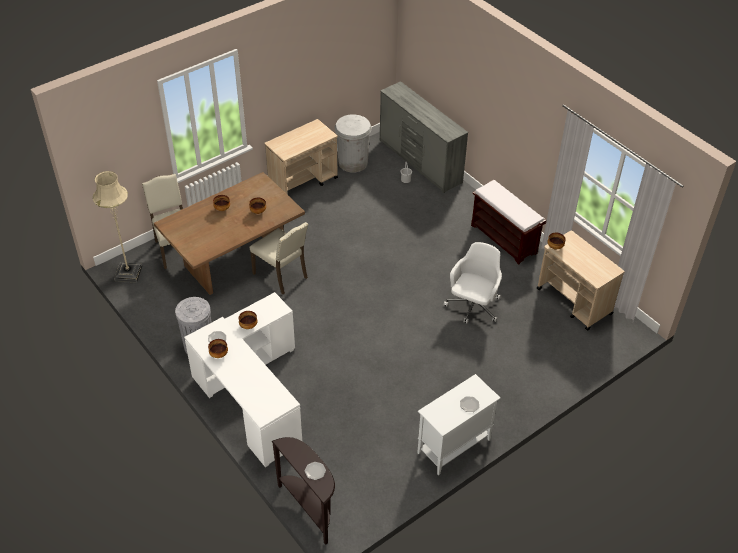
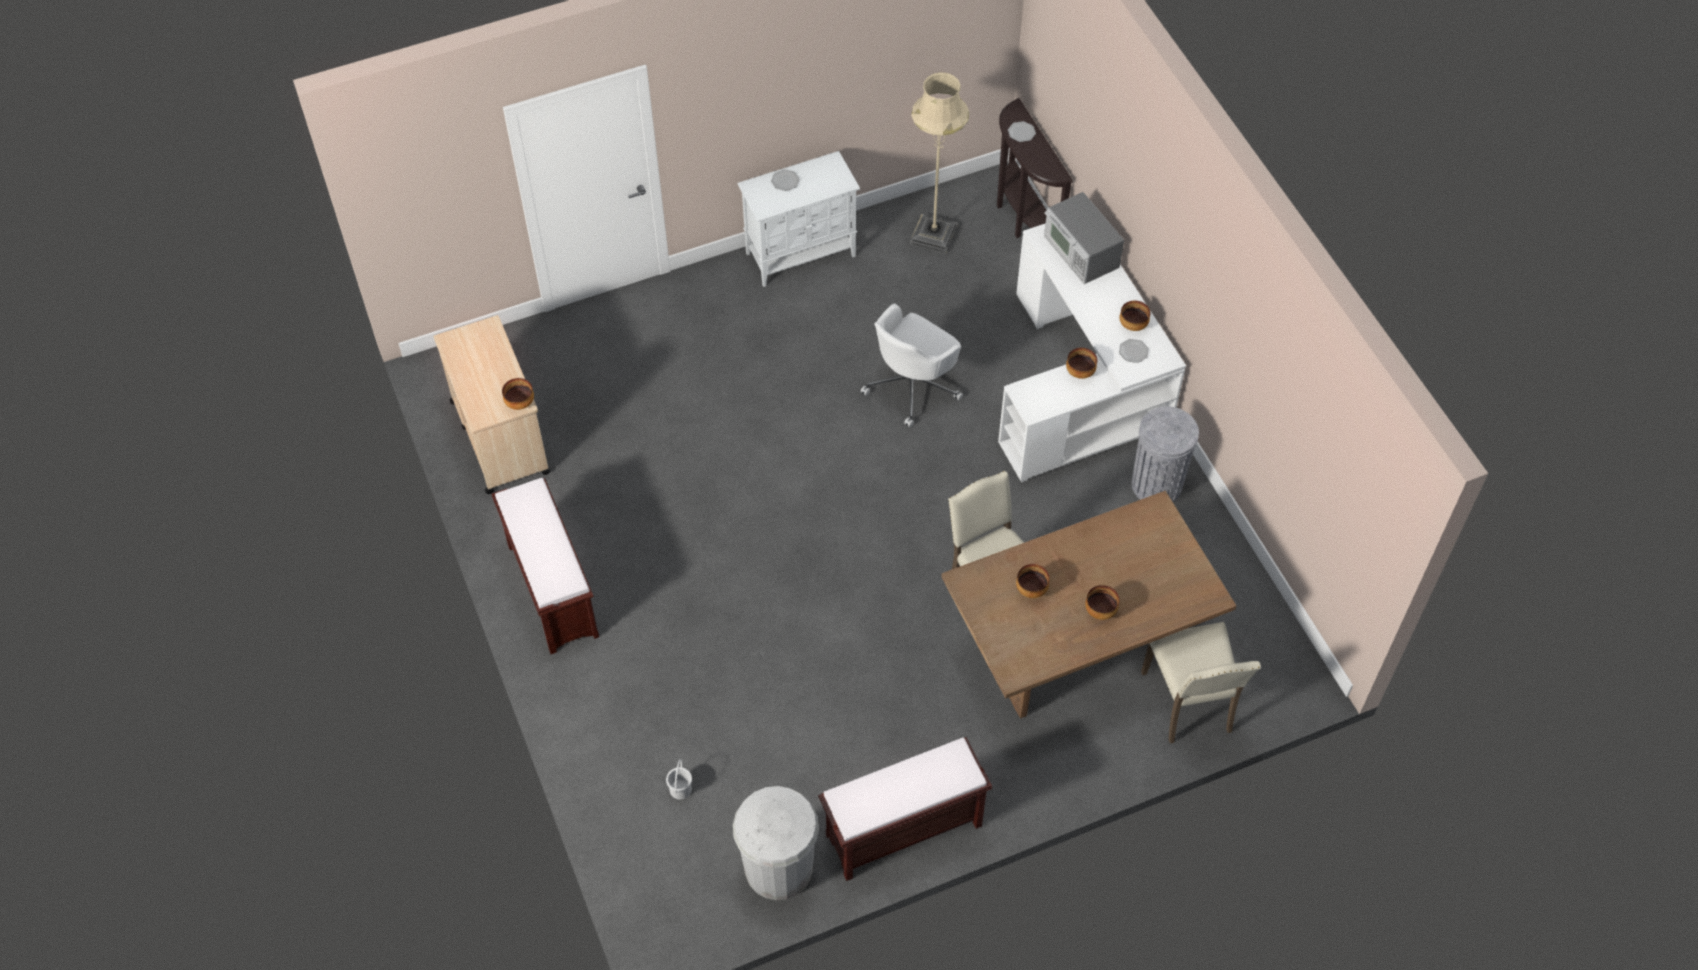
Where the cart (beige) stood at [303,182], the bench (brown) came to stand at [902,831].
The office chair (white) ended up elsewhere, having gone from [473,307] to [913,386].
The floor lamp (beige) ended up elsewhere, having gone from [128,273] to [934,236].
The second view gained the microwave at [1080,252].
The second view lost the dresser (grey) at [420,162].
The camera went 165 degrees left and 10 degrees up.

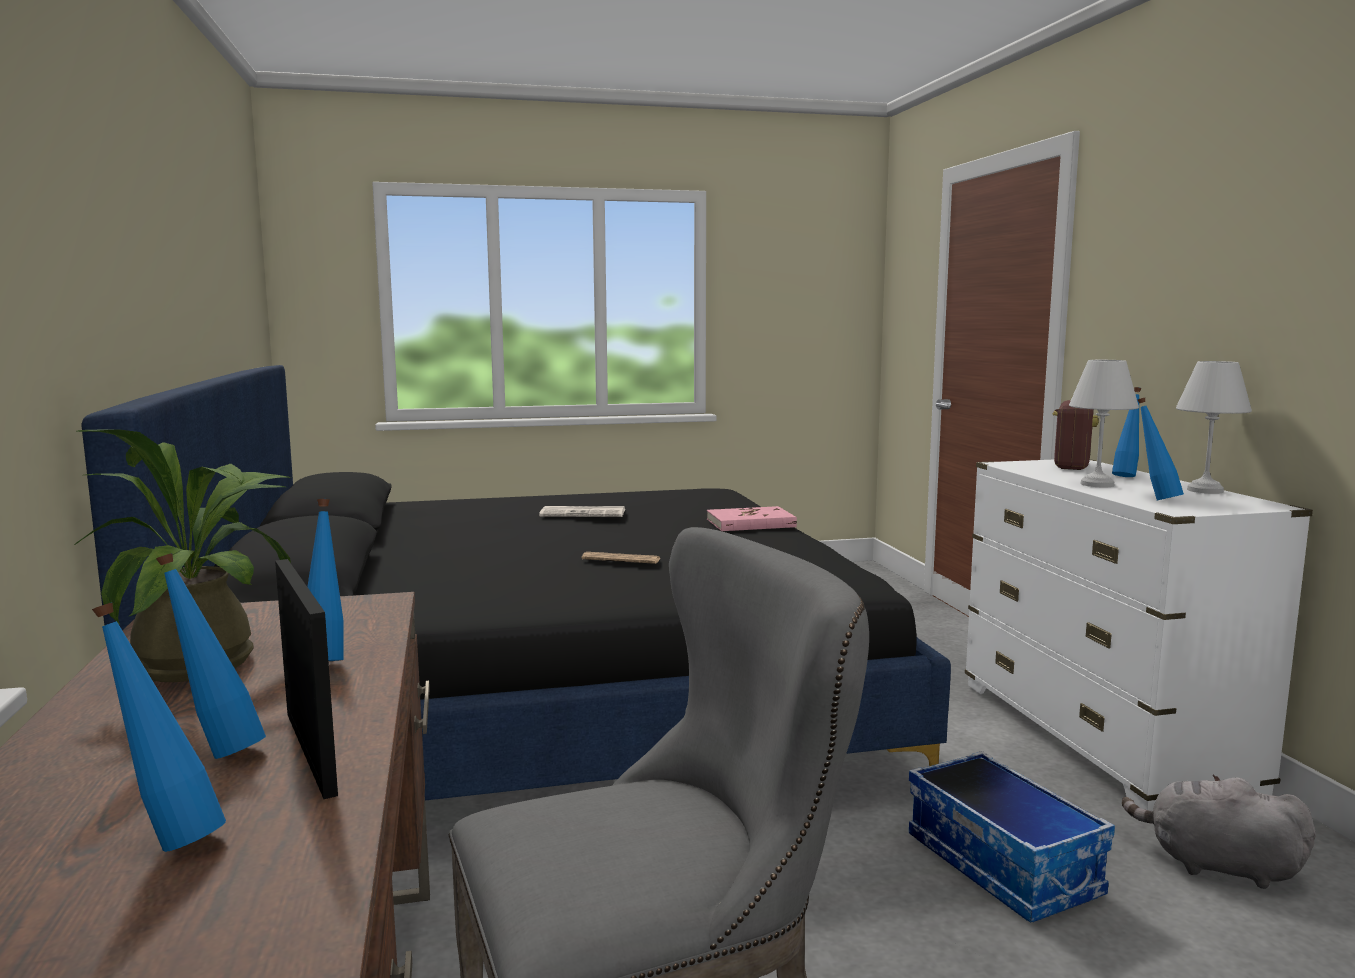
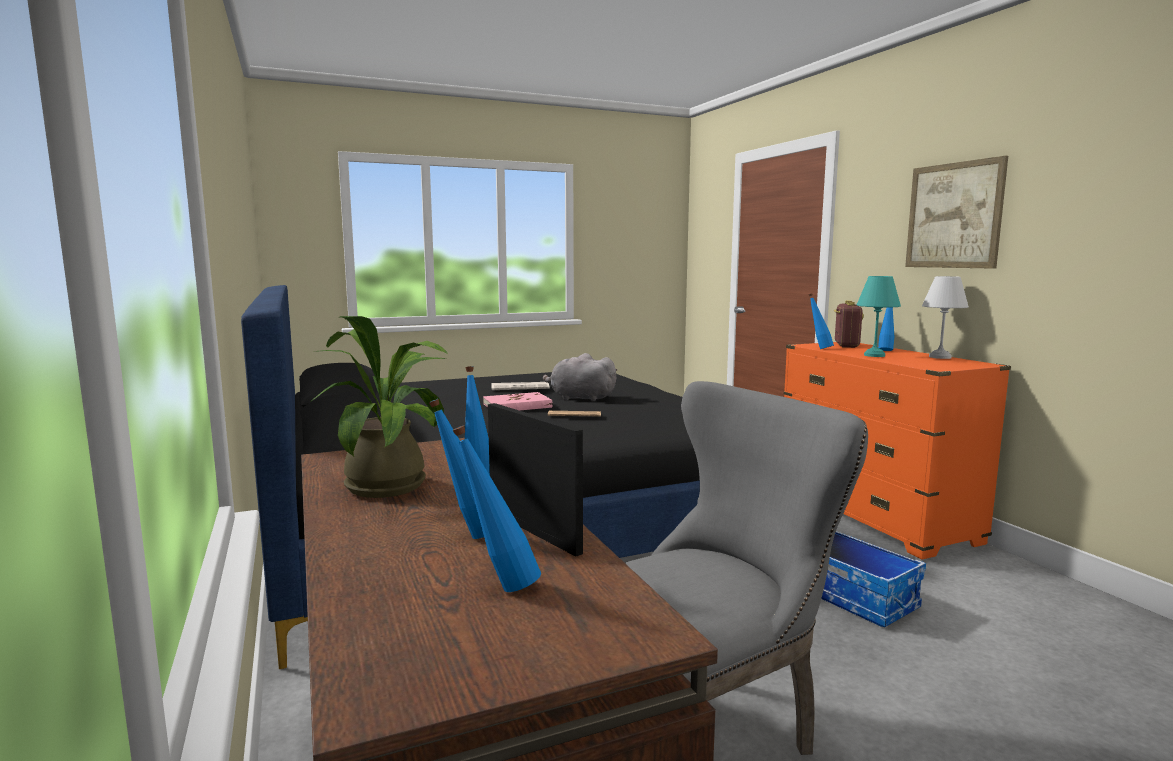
The book (pink) ended up elsewhere, having gone from [751,523] to [517,406].
The plush toy (grey) ended up elsewhere, having gone from [1216,866] to [579,398].
What was the dresser (white) at [1100,736] turned into the dresser (orange) at [873,517].
The bottle (blue) ended up elsewhere, having gone from [1155,499] to [819,349].
What was the table lamp (white) at [1098,485] turned into the table lamp (turquoise) at [875,355].
The second view gained the picture at [954,215].
The camera went 10 degrees left and 0 degrees up.

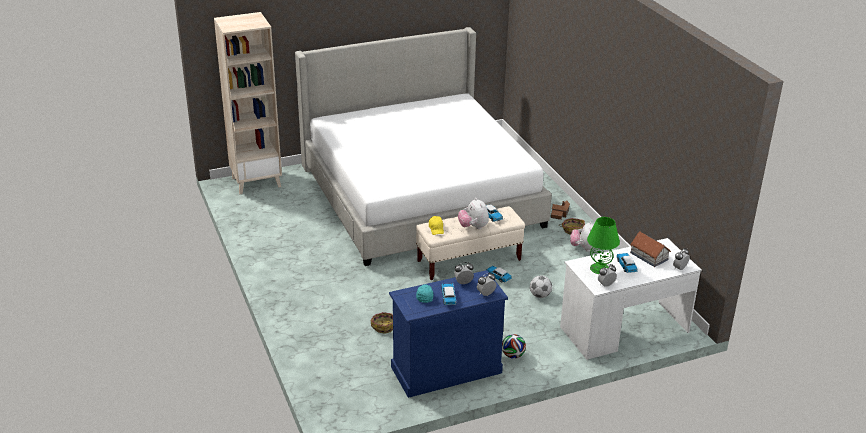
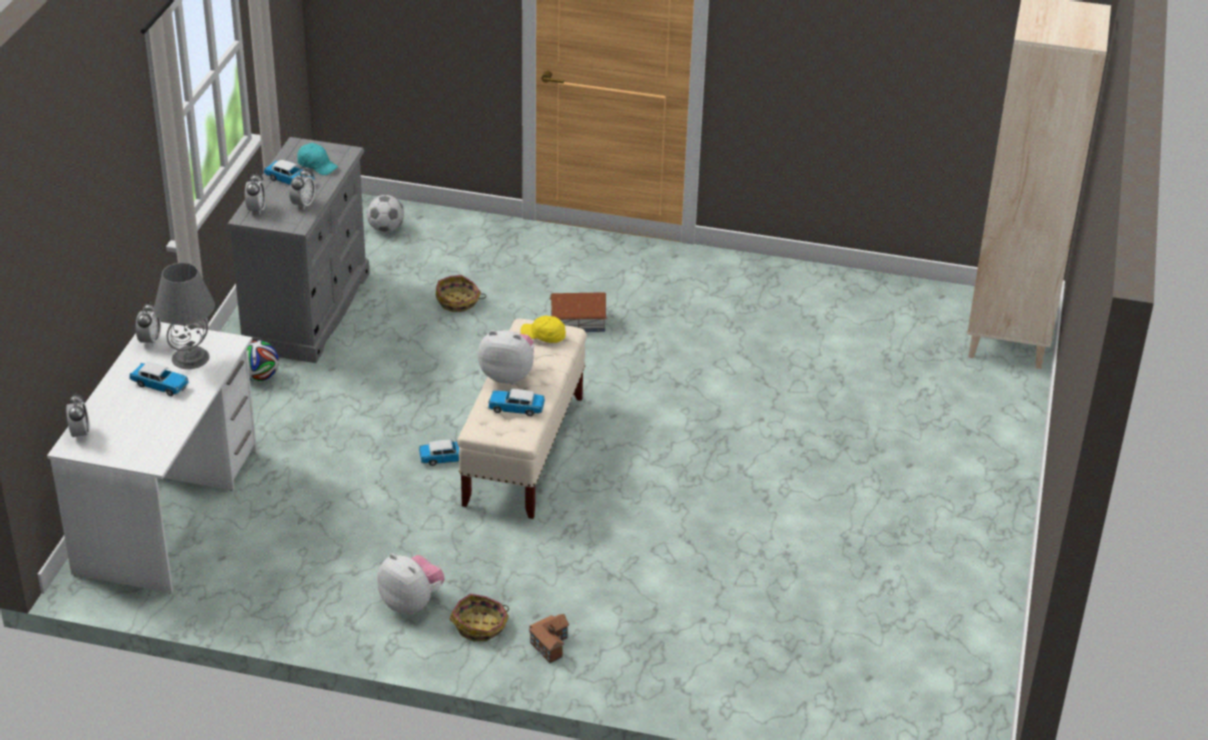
What was the table lamp (green) at [600,268] turned into the table lamp (grey) at [190,358].
What was the dresser (blue) at [446,370] turned into the dresser (grey) at [307,311].
The football ended up elsewhere, having gone from [540,295] to [386,229].
The toy house ended up elsewhere, having gone from [649,256] to [578,322].
The second view lost the bed at [420,195].
The camera went 125 degrees right and 5 degrees up.

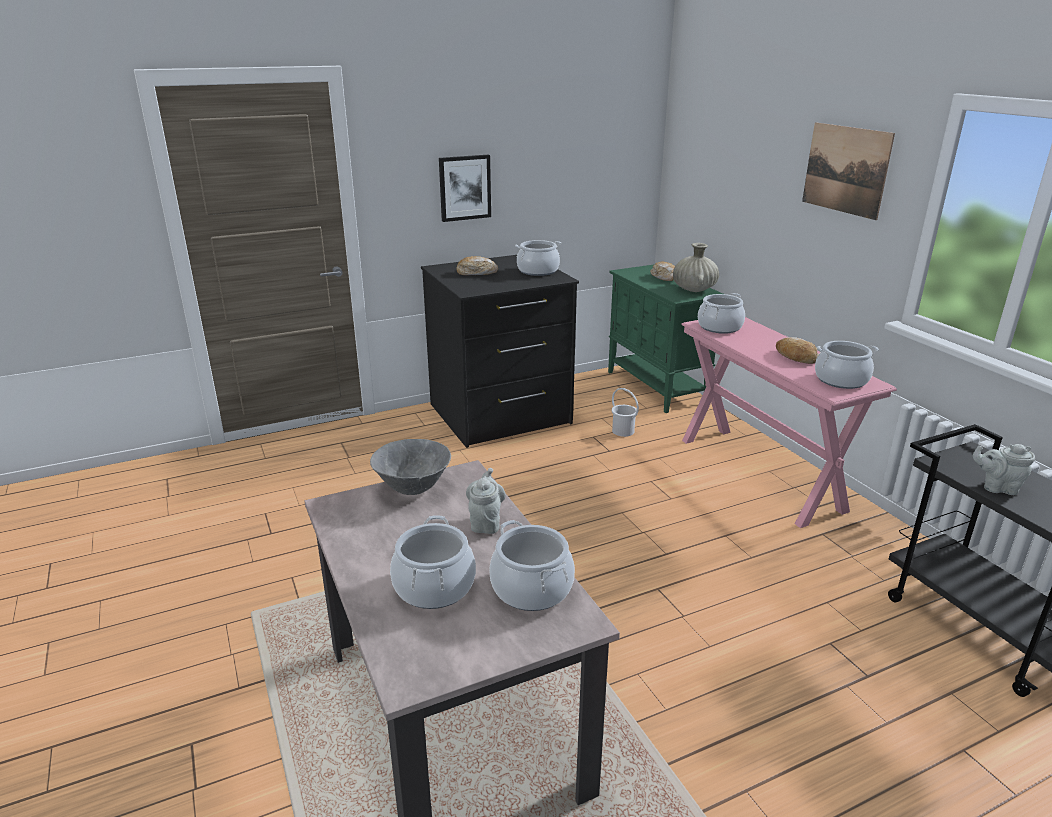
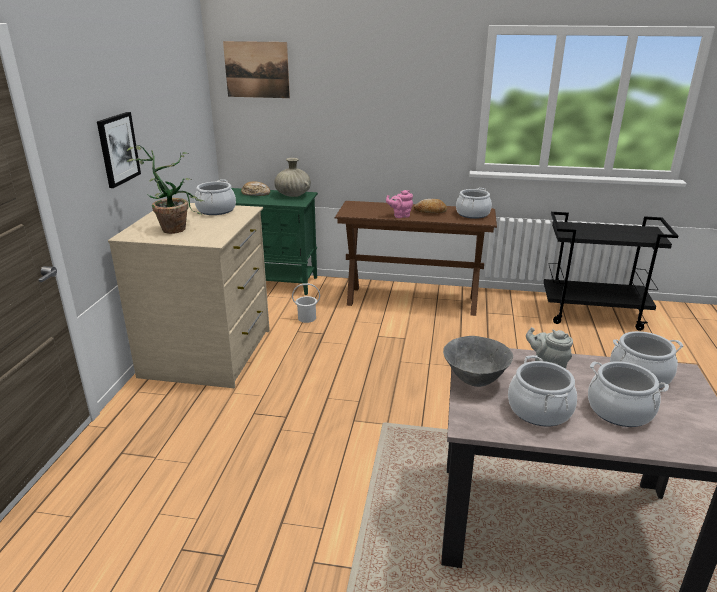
What was the dresser (black) at [500,415] turned into the dresser (beige) at [209,353].
Where the bread stood at [476,273], the potted plant came to stand at [175,227].
The picture ended up elsewhere, having gone from [845,169] to [257,70].
What was the console table (pink) at [759,473] turned into the console table (brown) at [412,301].
The second view gained the teapot (pink) at [400,216].
The cooking pot ended up elsewhere, having gone from [720,327] to [539,410].
The second view lost the teapot (grey) at [997,487].
The camera went 55 degrees left and 0 degrees up.

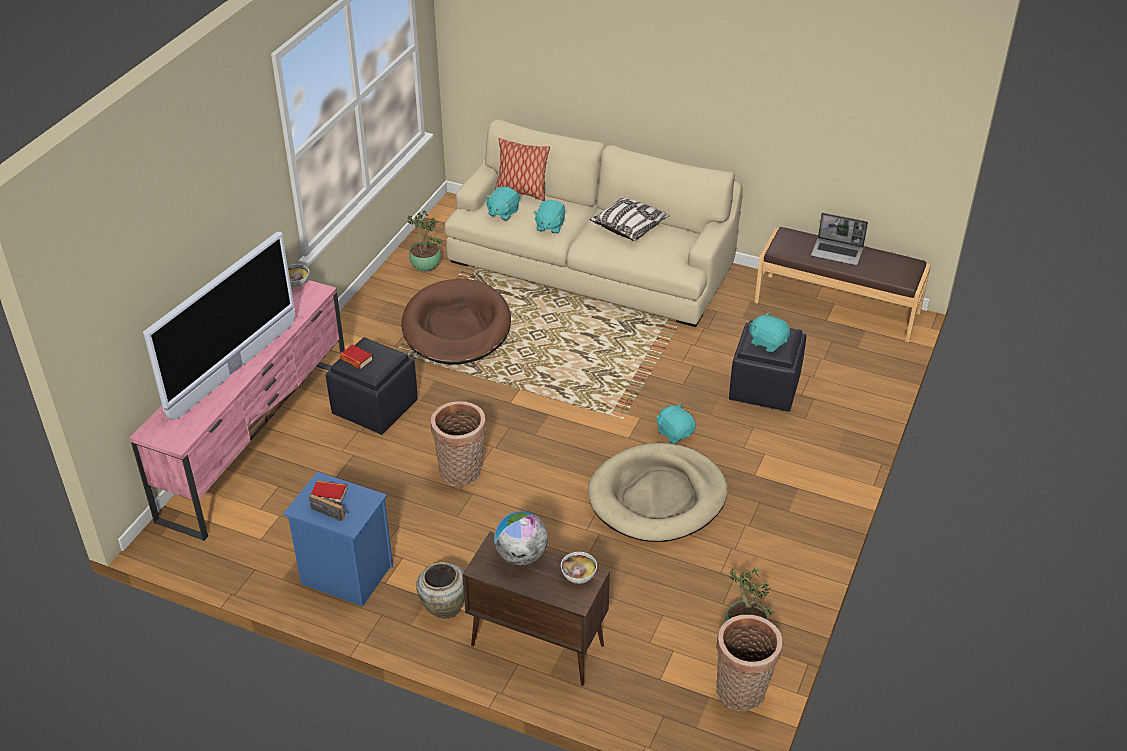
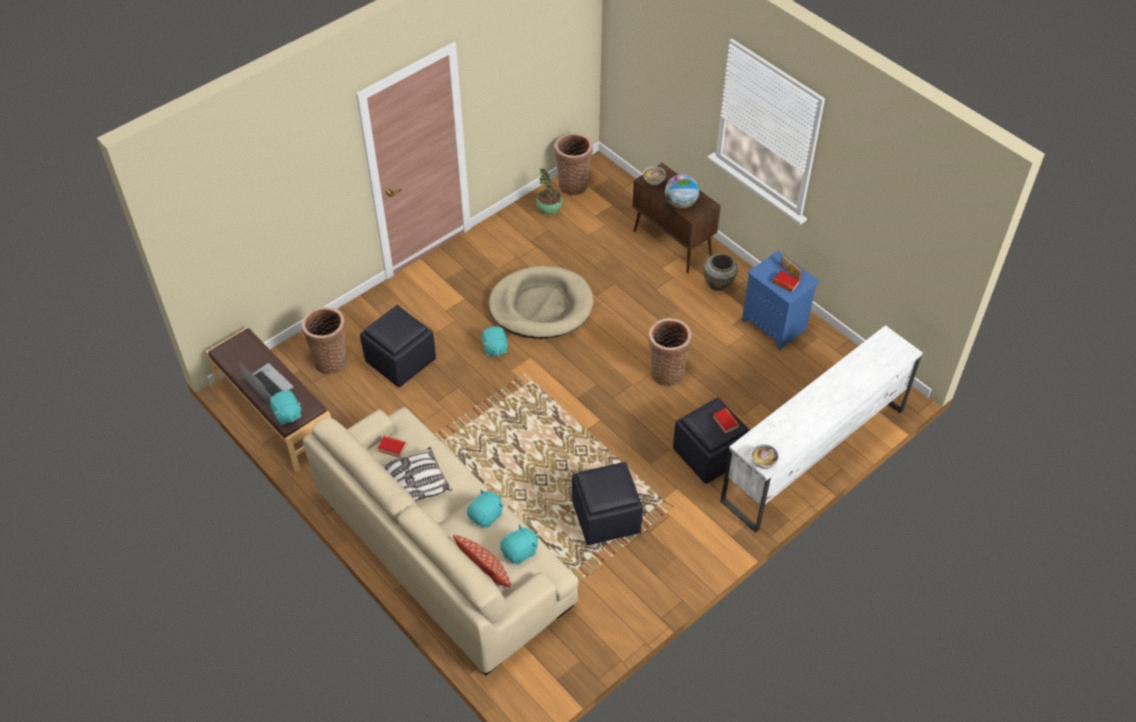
The plush toy (turquoise) ended up elsewhere, having gone from [767,342] to [287,414].
The second view gained the basket at [331,359].
The second view gained the book at [392,448].
Where the dog bed (brown) stood at [456,327], the ottoman (black) came to stand at [606,516].
What was the tv stand (pink) at [258,442] turned into the tv stand (white) at [813,455].
The second view lost the television at [234,370].
The second view lost the potted plant at [425,268].
The camera went 155 degrees left and 10 degrees up.

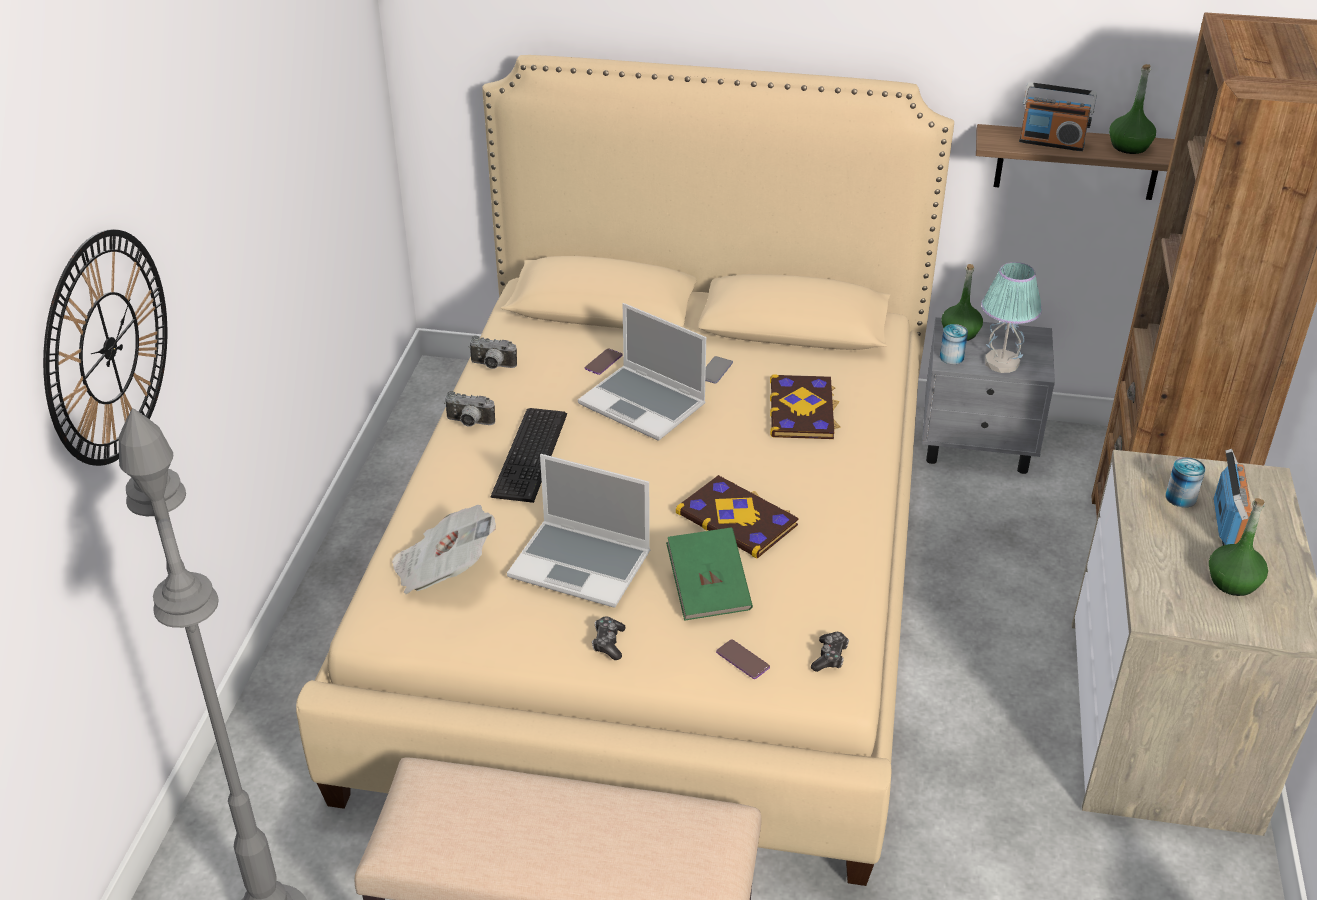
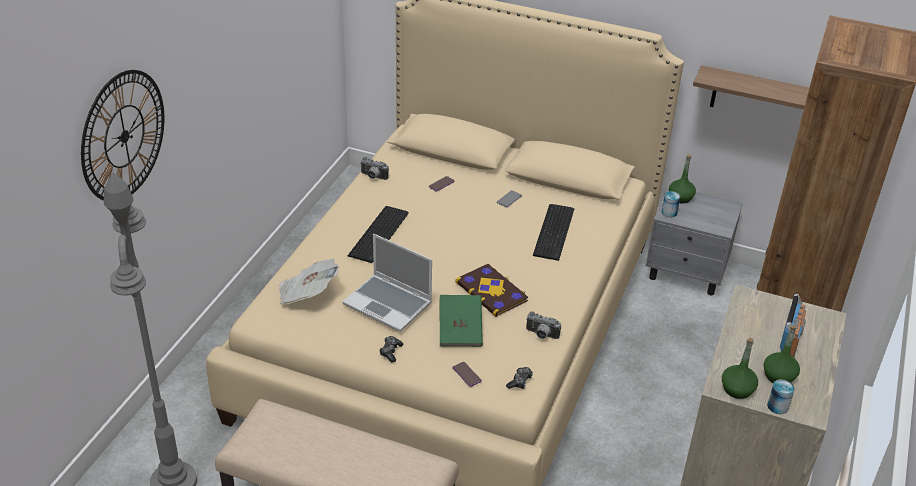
The photo camera ended up elsewhere, having gone from [469,423] to [541,335].
Where the book stood at [803,410], the keyboard came to stand at [555,231].
The bottle (green) ended up elsewhere, having gone from [1129,146] to [737,389].
The can ended up elsewhere, having gone from [1180,497] to [777,406].
The second view lost the laptop at [644,405].
The second view lost the table lamp at [1001,363].
The second view lost the radio at [1051,143].
The camera went 10 degrees right and 0 degrees up.

